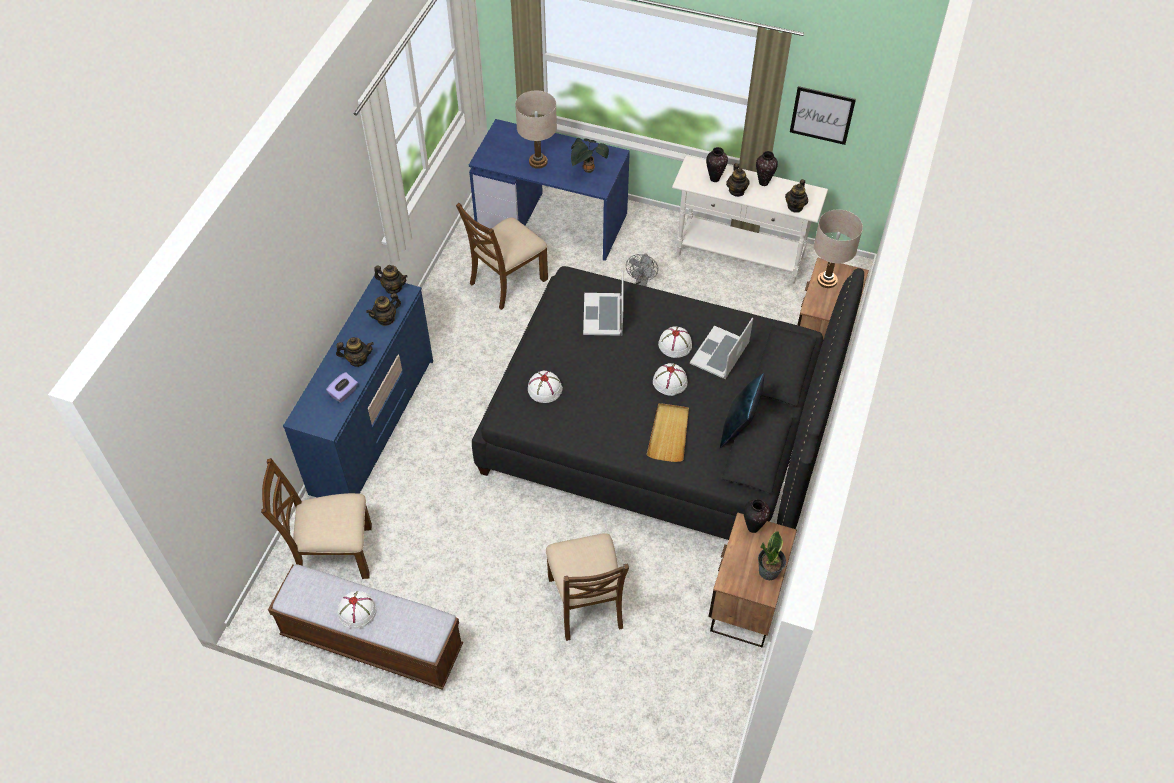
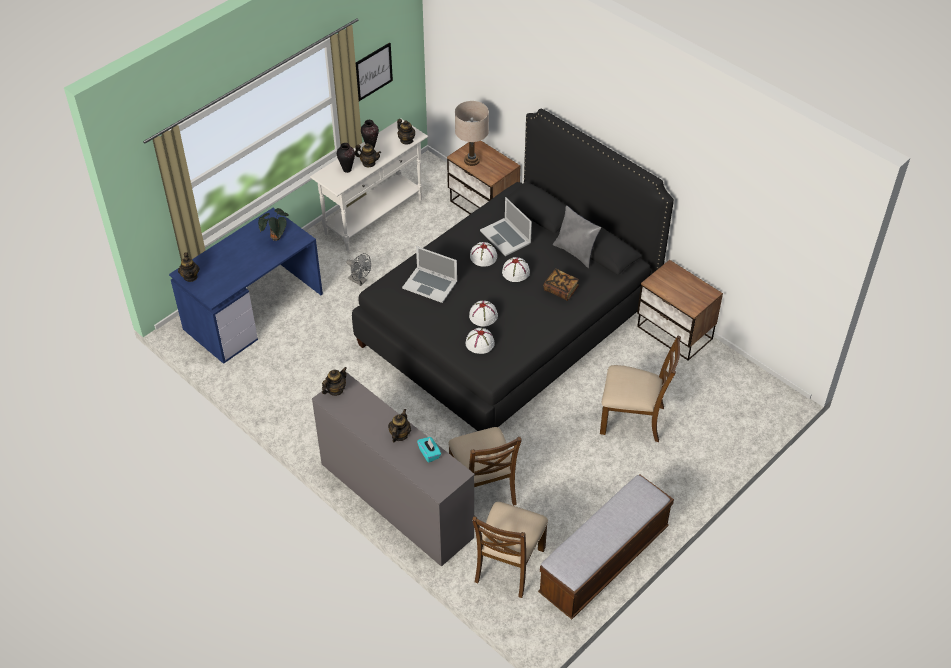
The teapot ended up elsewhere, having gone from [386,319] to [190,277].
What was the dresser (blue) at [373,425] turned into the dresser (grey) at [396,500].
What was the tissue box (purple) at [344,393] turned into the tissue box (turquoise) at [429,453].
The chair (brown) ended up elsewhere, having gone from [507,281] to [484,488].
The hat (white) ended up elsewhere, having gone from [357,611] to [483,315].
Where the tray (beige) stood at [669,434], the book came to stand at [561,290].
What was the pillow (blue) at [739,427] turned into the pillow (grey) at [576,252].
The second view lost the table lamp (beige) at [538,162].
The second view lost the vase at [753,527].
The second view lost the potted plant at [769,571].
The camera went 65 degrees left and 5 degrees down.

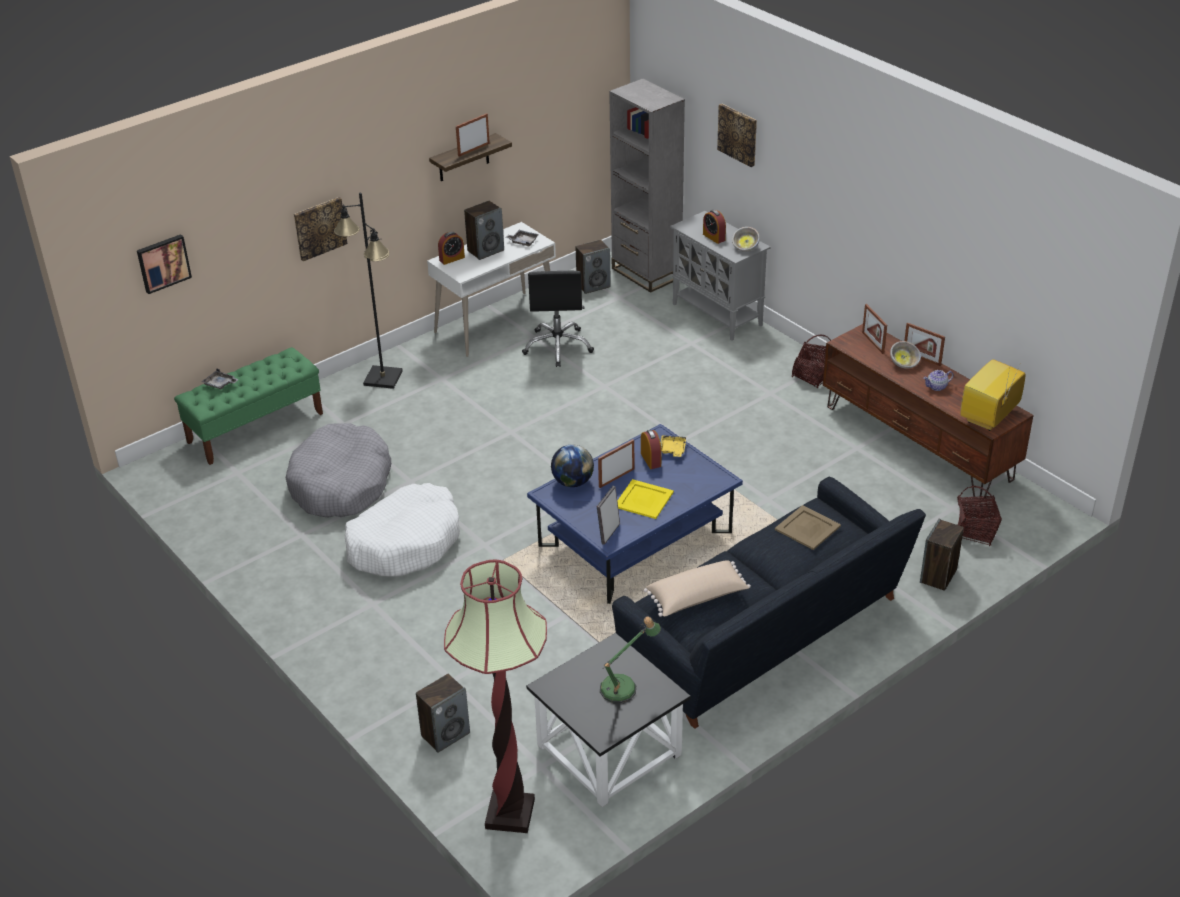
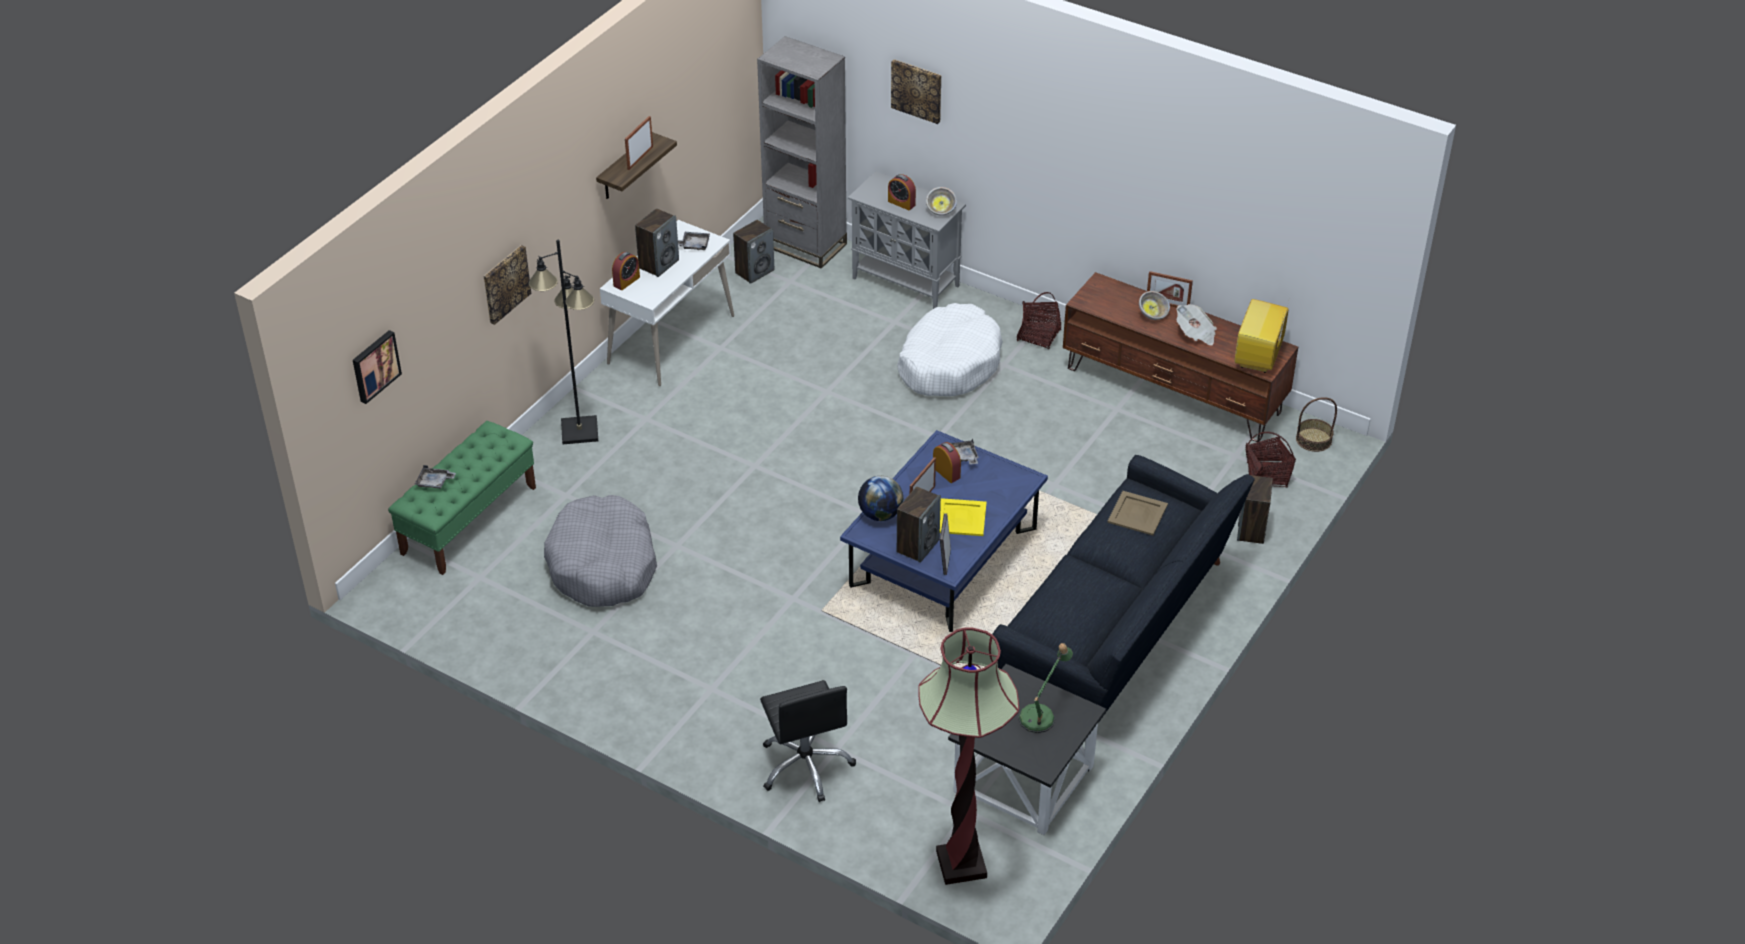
The office chair (black) ended up elsewhere, having gone from [558,347] to [806,766].
The dog bed (white) ended up elsewhere, having gone from [405,542] to [949,363].
The speaker ended up elsewhere, having gone from [445,734] to [917,546].
What was the tray (yellow) at [672,450] turned into the tray (grey) at [963,457].
Where the teapot stood at [937,387], the newspaper came to stand at [1195,334].
The second view gained the basket at [1313,440].
The second view lost the pillow (beige) at [697,598].
The second view lost the picture frame at [873,343].
The camera went 20 degrees left and 5 degrees up.

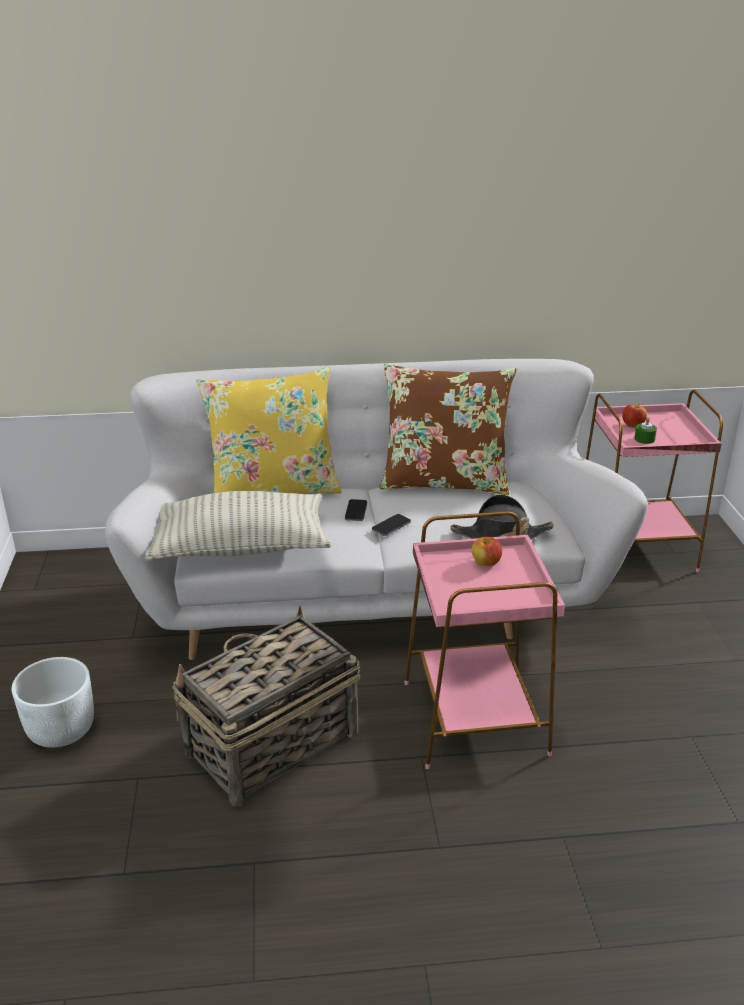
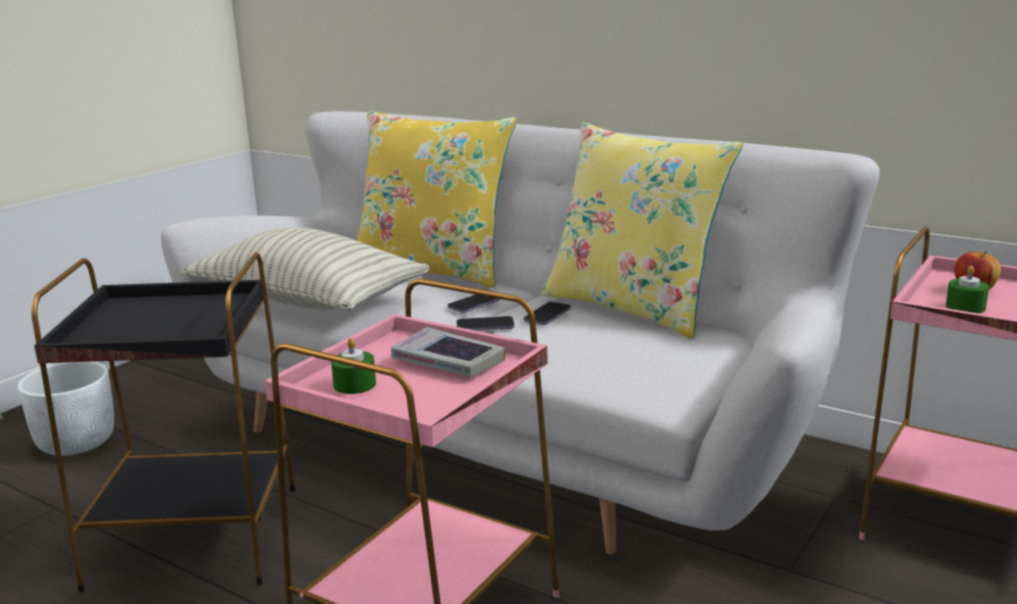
Where the basket stood at [270,744], the side table (black) came to stand at [193,535].
The second view gained the candle (green) at [354,384].
Where the apple stood at [485,563], the book came to stand at [448,361].
The second view gained the phone at [547,315].
What was the pillow (brown) at [444,482] turned into the pillow (yellow) at [633,307].
The second view lost the hat (black) at [501,534].
The camera went 40 degrees right and 10 degrees down.

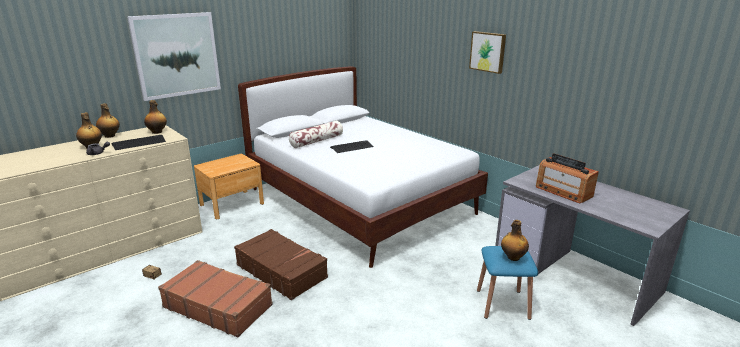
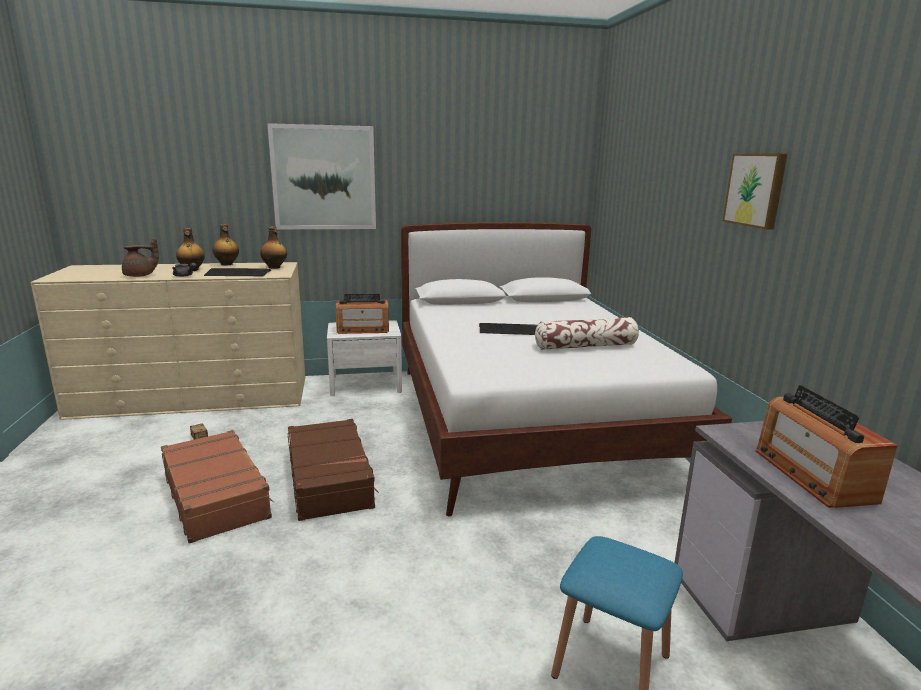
The second view gained the teapot (brown) at [140,276].
What was the nightstand (brown) at [232,204] turned into the nightstand (white) at [365,384].
The second view gained the radio at [363,329].
The pillow ended up elsewhere, having gone from [317,141] to [586,346].
The second view lost the bottle at [512,257].
The camera went 30 degrees right and 5 degrees down.

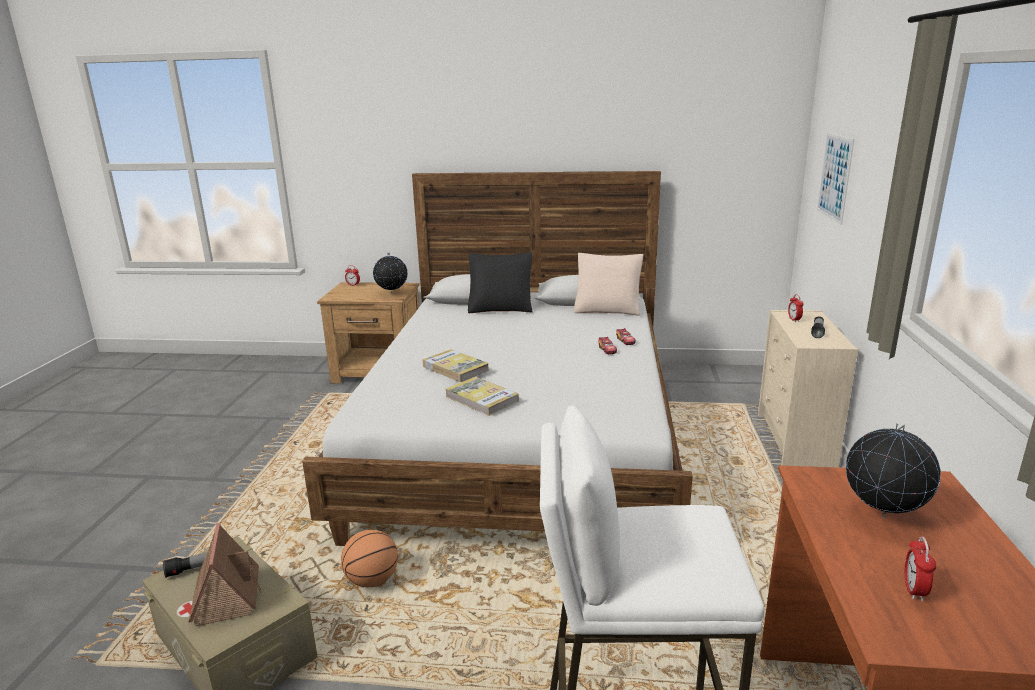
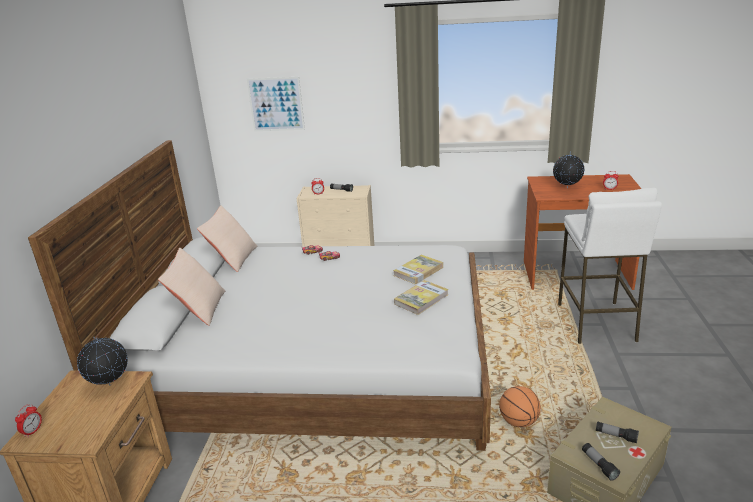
What was the pillow (black) at [501,307] turned into the pillow (beige) at [199,308].
The book ended up elsewhere, having gone from [455,368] to [418,271].
Where the toy house stood at [227,595], the flashlight came to stand at [616,436].
The camera went 90 degrees left and 5 degrees up.

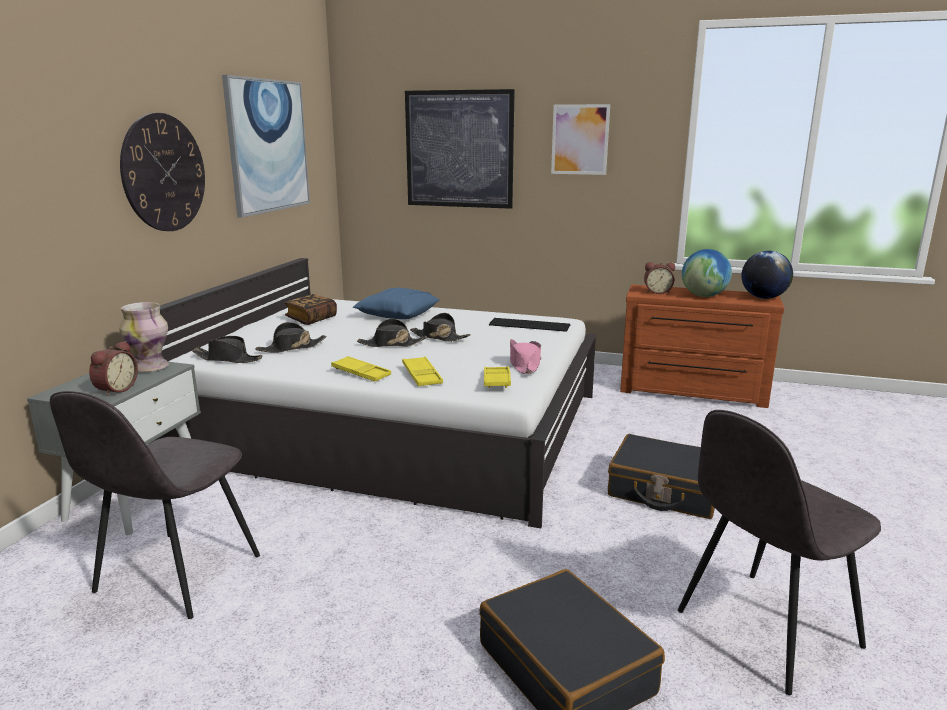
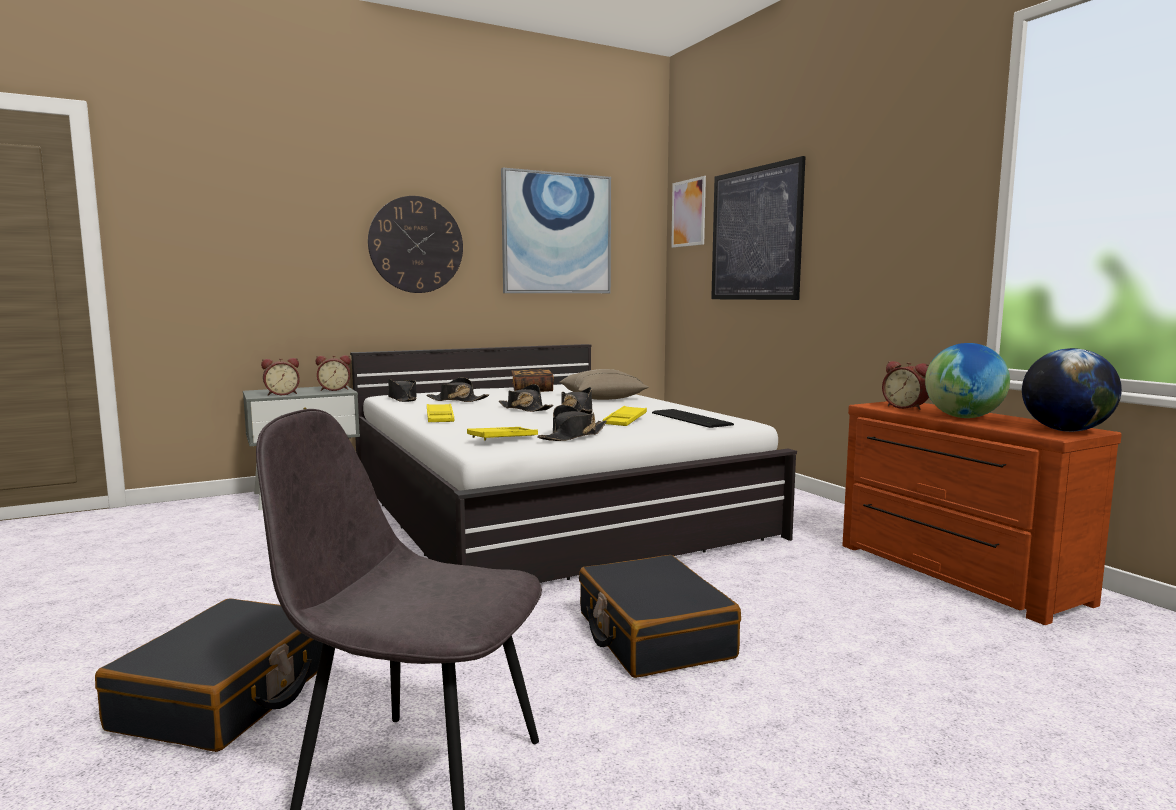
Where the vase stood at [150,367], the alarm clock came to stand at [334,389].
What was the hat (pink) at [524,364] turned into the hat (black) at [573,436].
What was the pillow (blue) at [397,315] turned into the pillow (beige) at [602,398].
The tray (yellow) ended up elsewhere, having gone from [422,376] to [625,421].
The picture ended up elsewhere, having gone from [580,139] to [688,213].
The second view lost the chair (grey) at [175,576].
The camera went 45 degrees right and 10 degrees down.

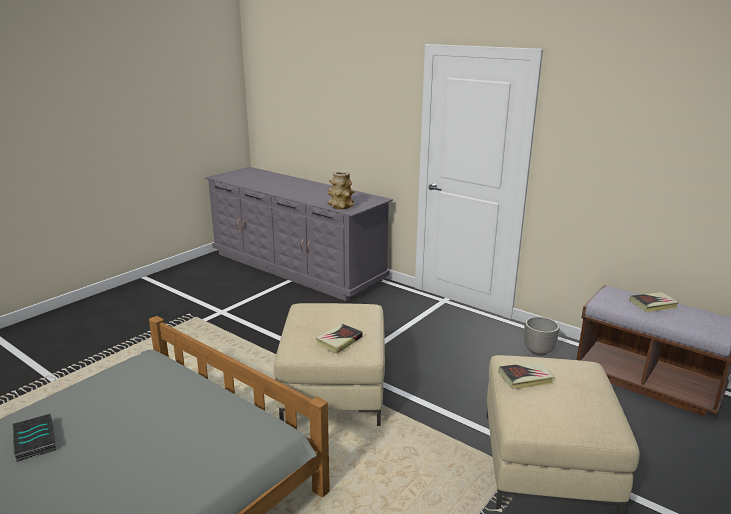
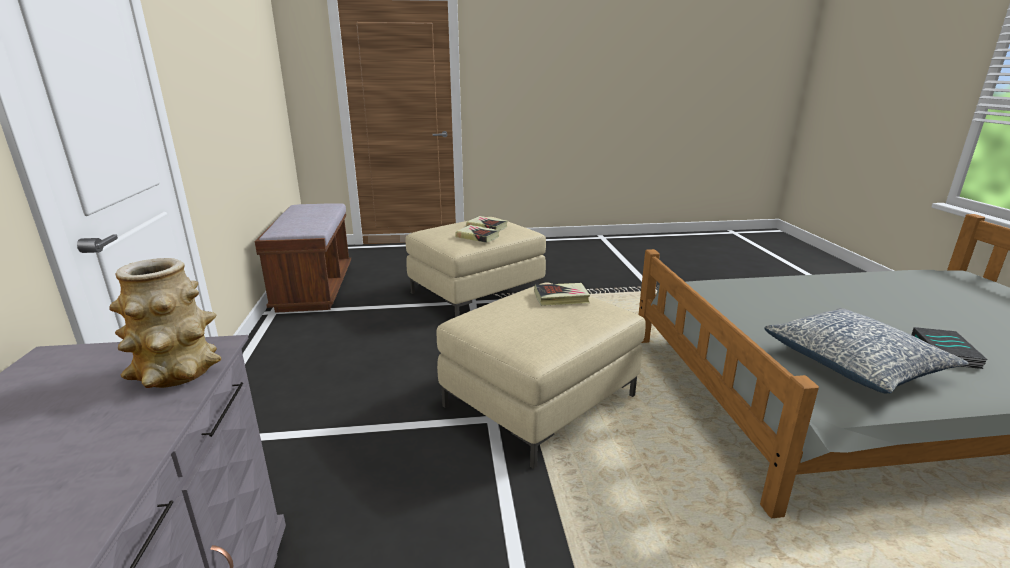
The book ended up elsewhere, having gone from [653,305] to [487,227].
The second view gained the pillow at [855,364].
The second view lost the planter at [538,351].
The camera went 135 degrees left and 0 degrees up.

